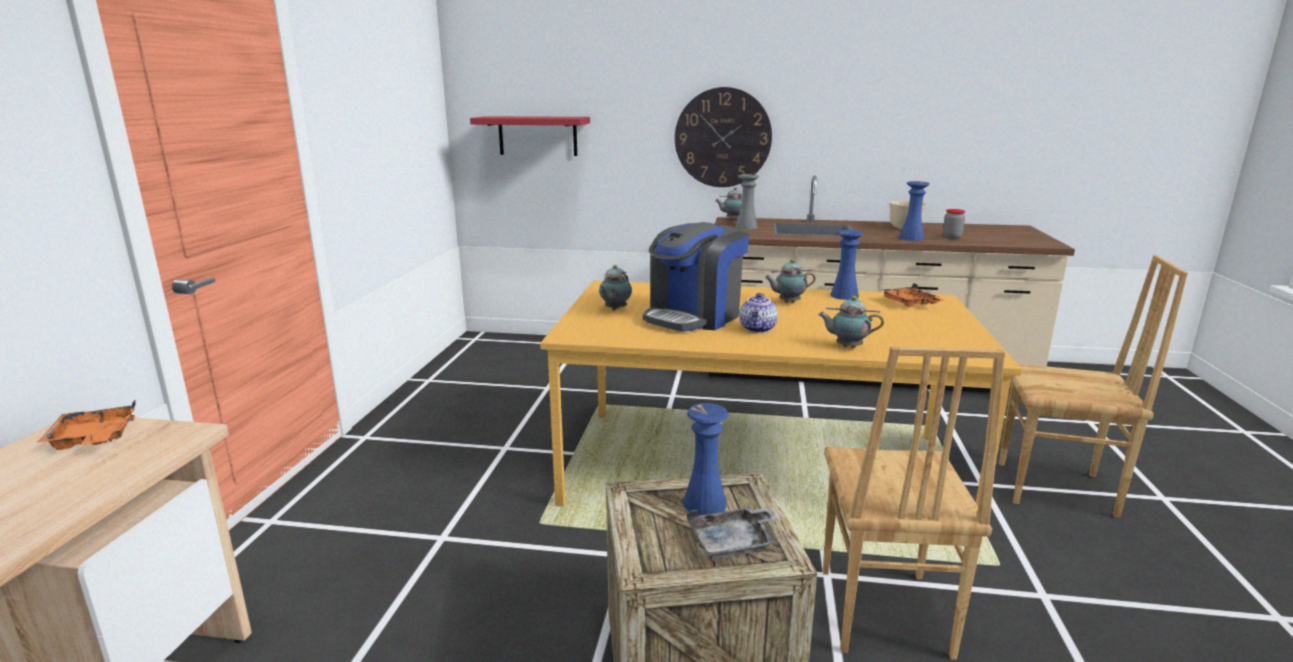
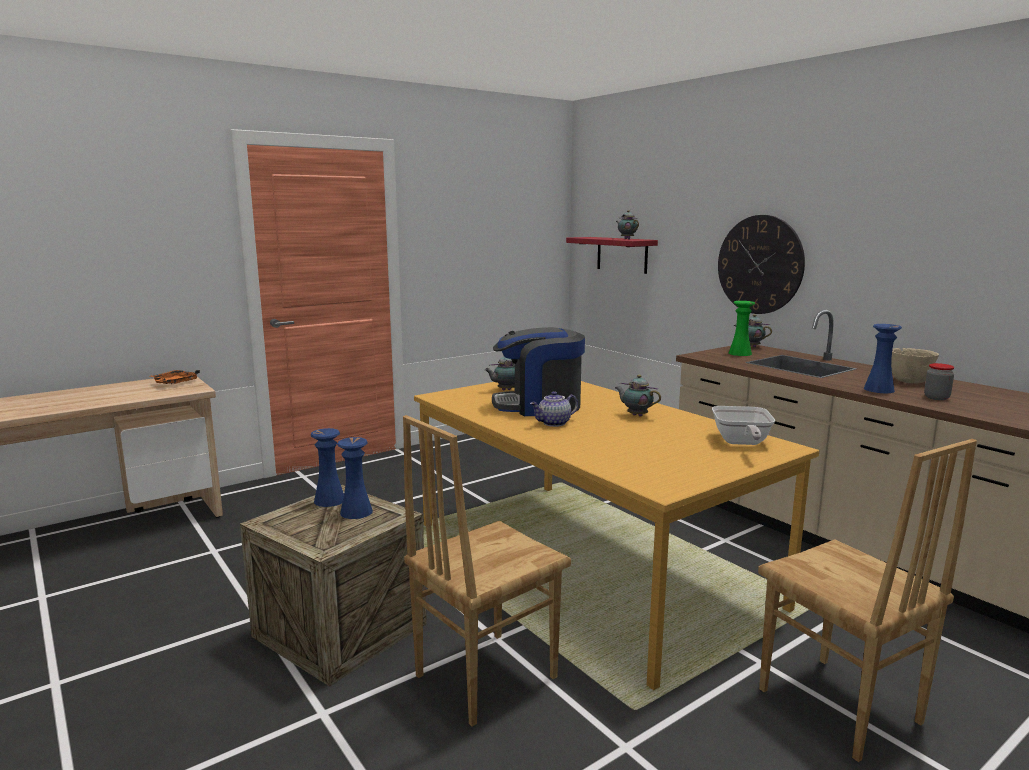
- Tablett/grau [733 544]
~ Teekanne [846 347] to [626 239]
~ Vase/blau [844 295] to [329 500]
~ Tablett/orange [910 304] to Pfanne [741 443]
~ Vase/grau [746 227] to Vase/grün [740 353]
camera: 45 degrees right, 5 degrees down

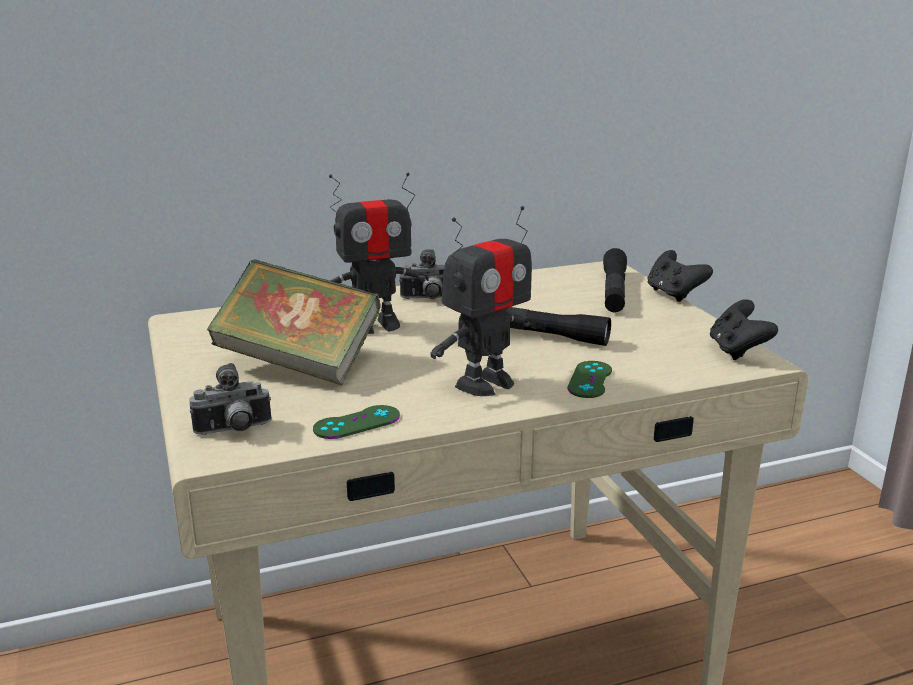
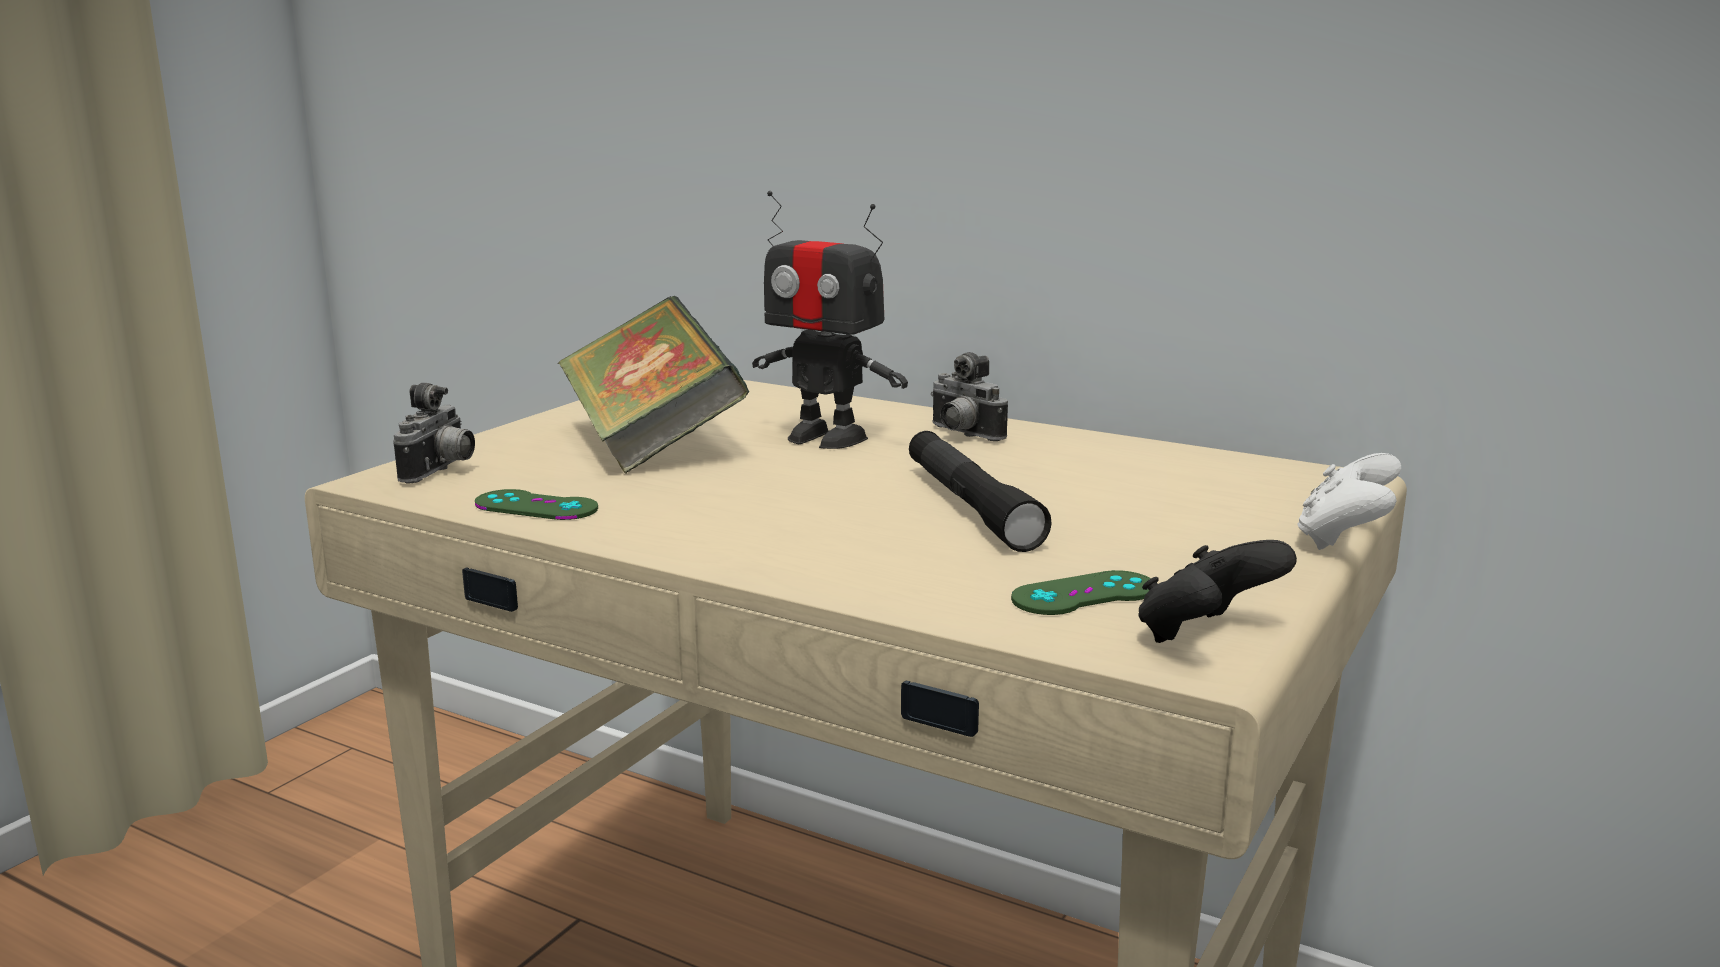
- Spielzeugroboter [485 383]
- Taschenlampe/schwarz [614 291]
~ Gamepad/grün [590 380] to [1084 594]
~ Gamepad/schwarz [674 294] to Gamepad/weiß [1343 540]
~ Kamera [234 431] = [441 471] 105 degrees counterclockwise
camera: 50 degrees right, 5 degrees down

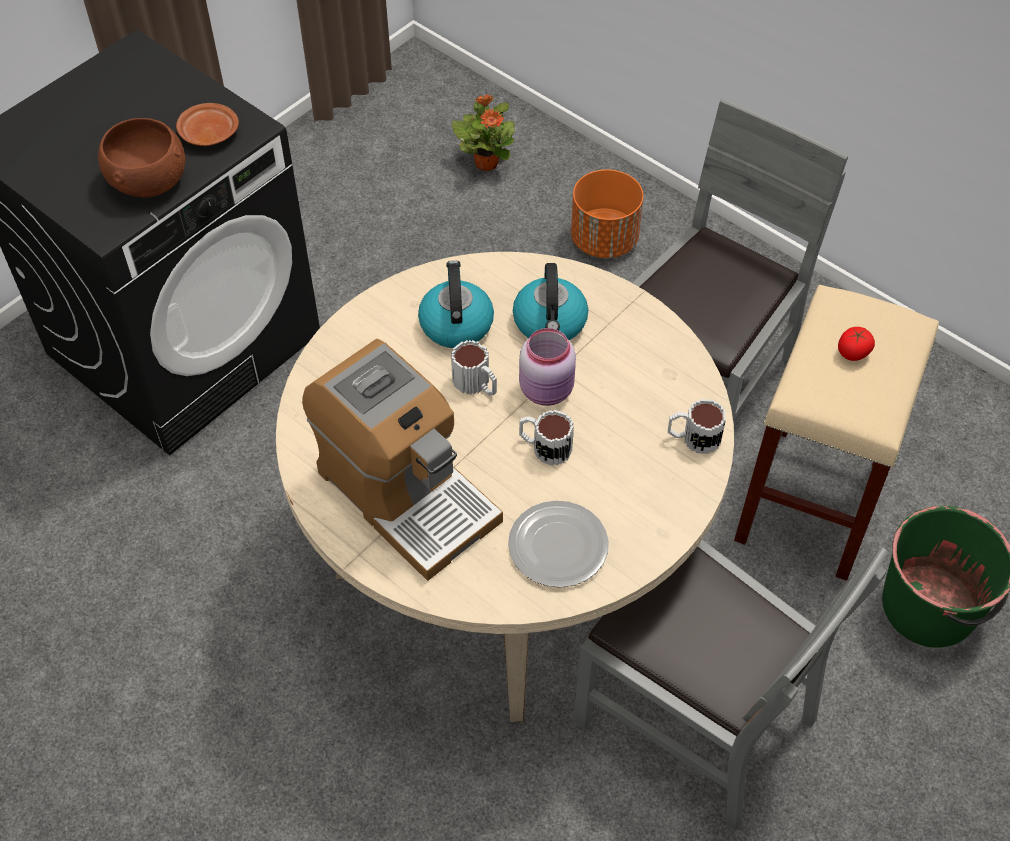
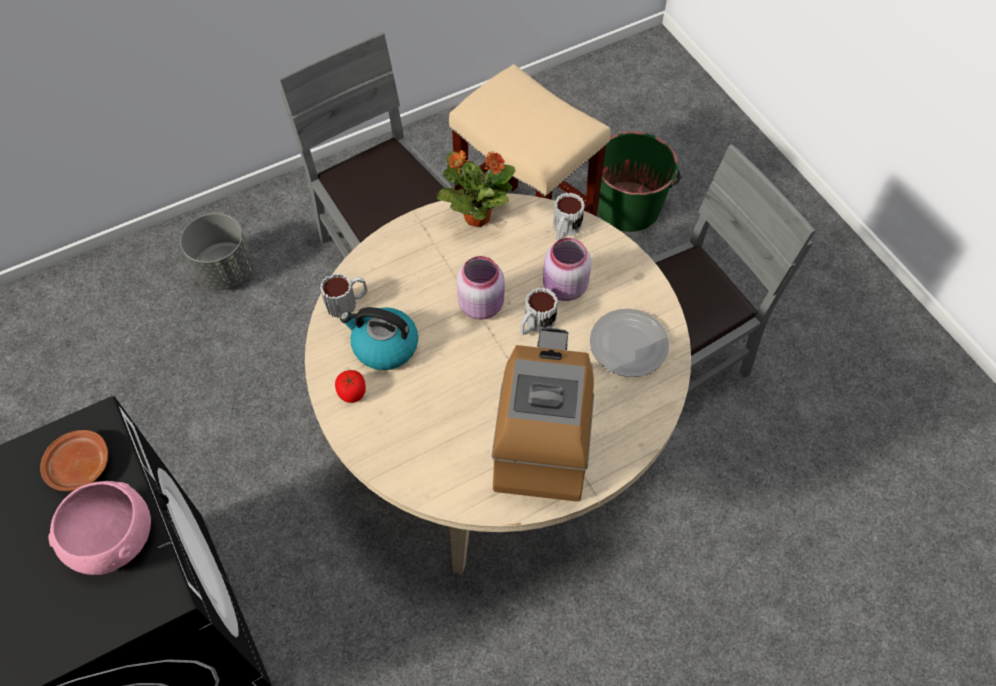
- Wasserkessel [550 323]
+ Vorratsglas/rosa [564 288]
~ Topfpflanze [486 162] to [476 216]
~ Henkelbecher [476 384] to [347 302]
~ Tomate [853 353] to [352 392]
~ Schüssel/braun [148 180] to Schüssel/rosa [112 538]
~ Pflanzkübel/orange [604 240] to Pflanzkübel/grau [225 270]
~ Kaffeemaschine [406 494] = [543 433] 60 degrees counterclockwise
camera: 70 degrees left, 5 degrees up

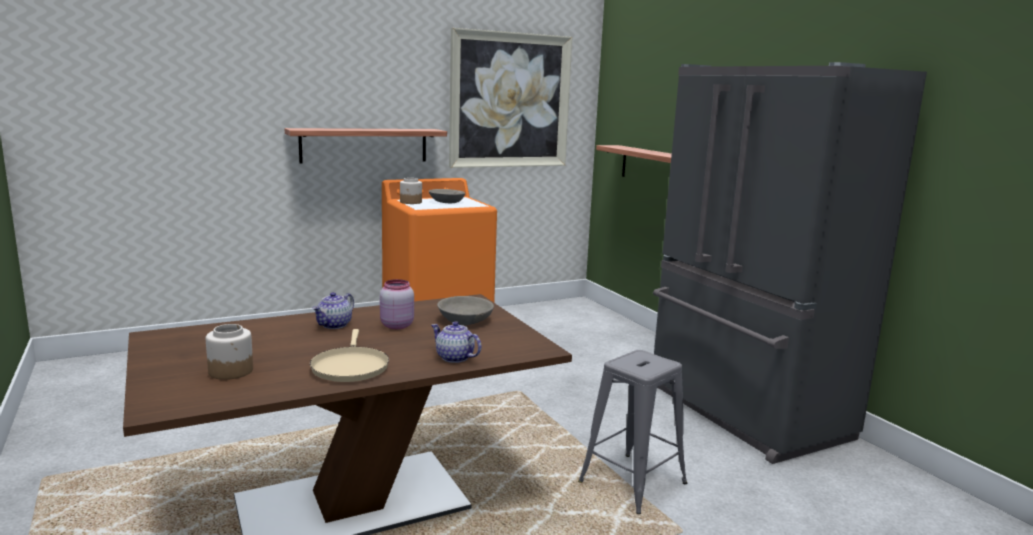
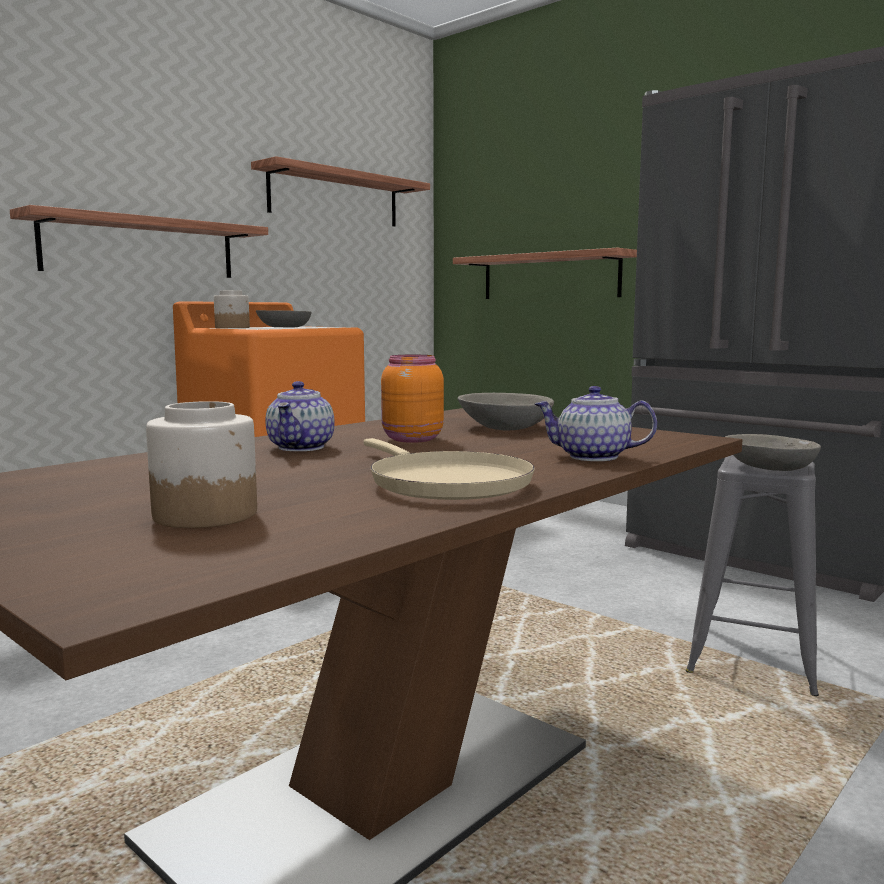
+ Schüssel/grau [769 467]
~ Bild [510 101] to Wandregal [335 197]
~ Vorratsglas/rosa [396 325] to Vorratsglas/orange [410 439]
camera: 20 degrees left, 5 degrees down

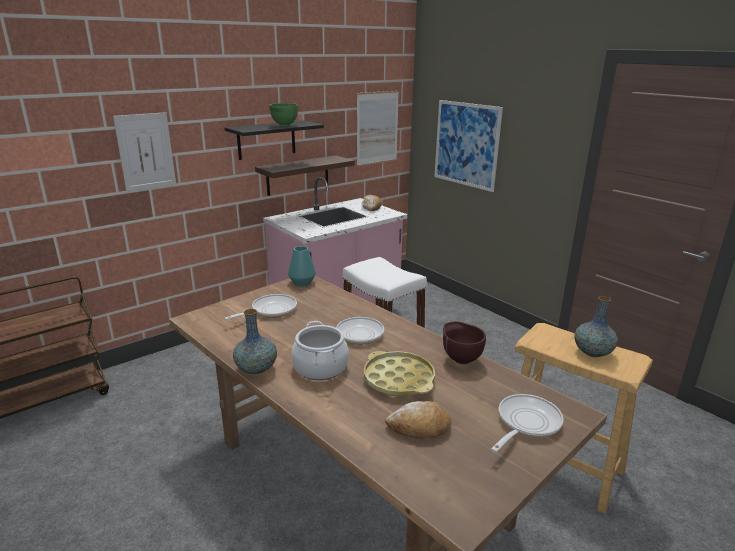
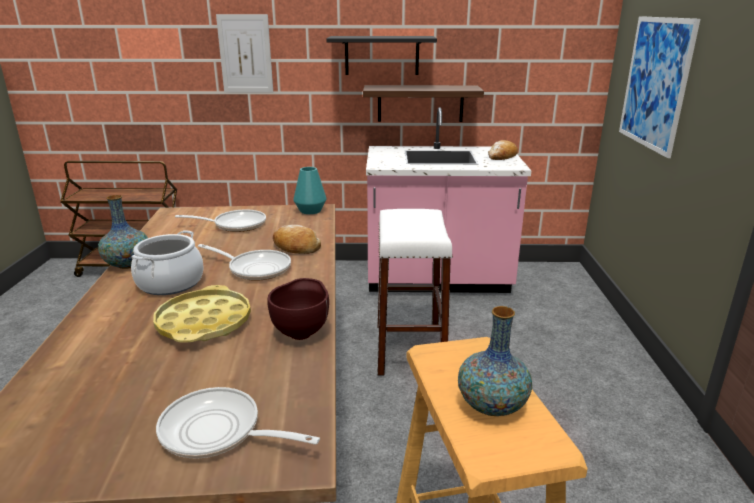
- Schüssel/grün [283 126]
- Bild [377 128]
~ Brot [419 427] to [296 247]
~ Pfanne [525 423] = [218 432] 150 degrees counterclockwise
camera: 40 degrees right, 0 degrees up

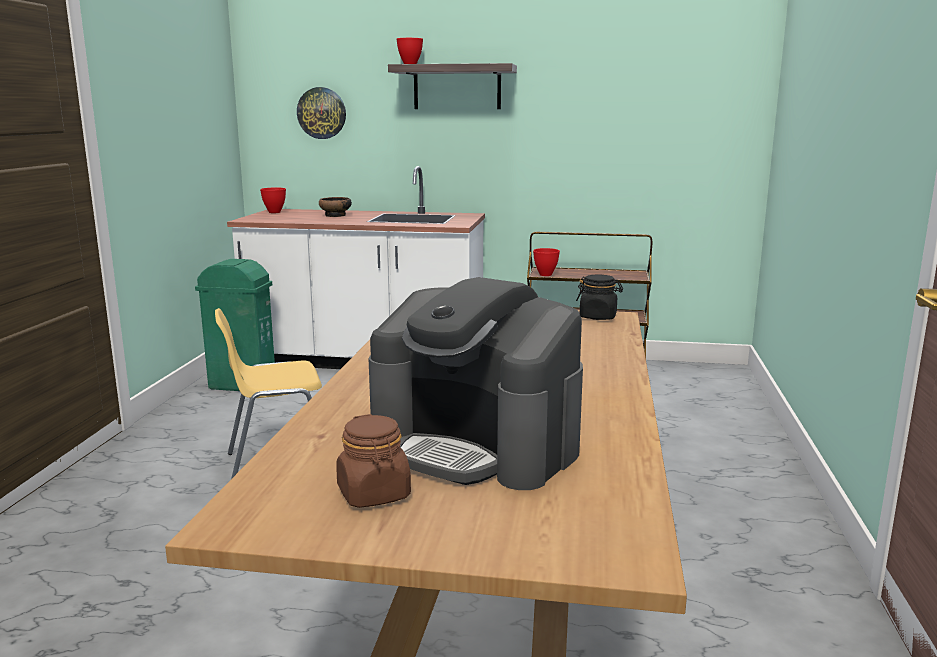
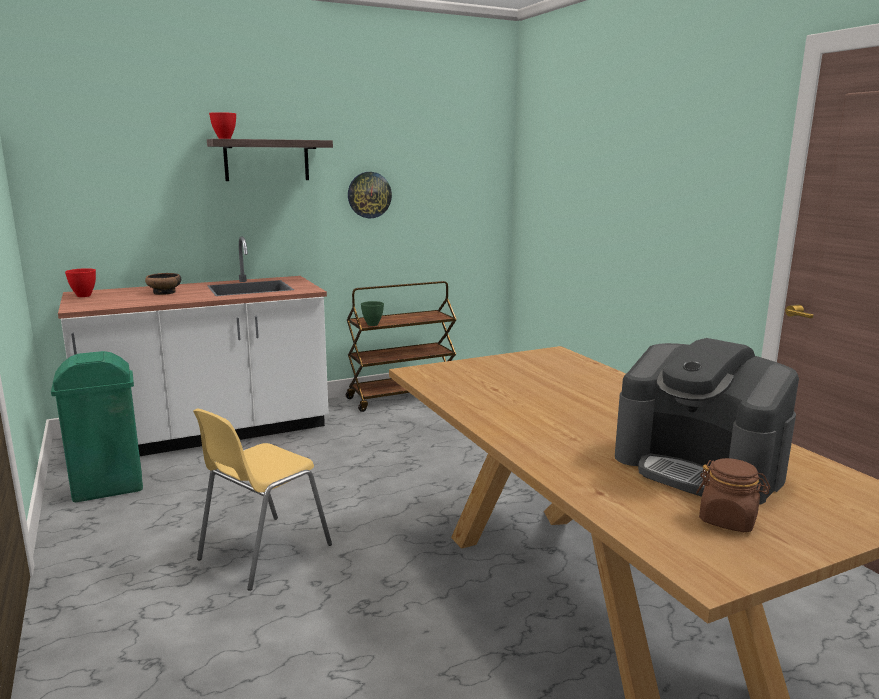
- Vorratsglas/schwarz [598 317]
~ Wanduhr [321 113] to [369 195]
~ Schüssel/rot [546 275] to Schüssel/grün [373 324]
~ Kaffeemaschine [477 445] = [699 467] 45 degrees clockwise
camera: 35 degrees left, 0 degrees up

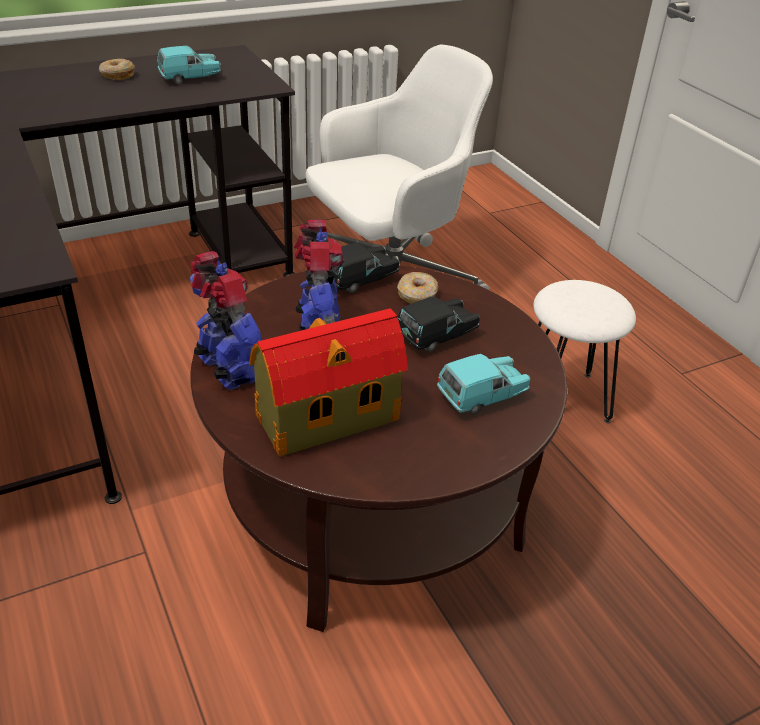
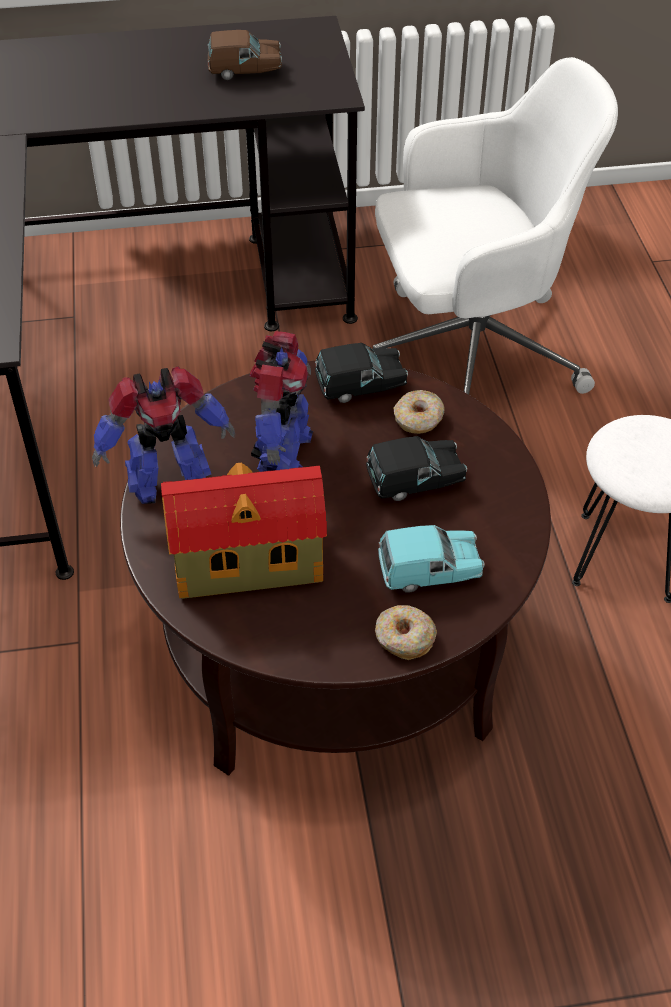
~ Donut [117 75] to [404 638]
~ Spielzeugauto/türkis [190 78] to Spielzeugauto/braun [245 70]
~ Spielzeugroboter [228 370] = [167 481] 90 degrees clockwise
camera: 20 degrees right, 10 degrees up

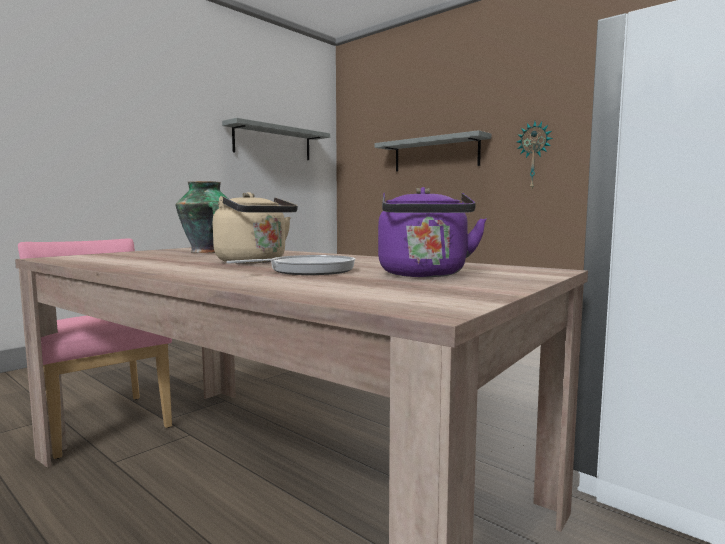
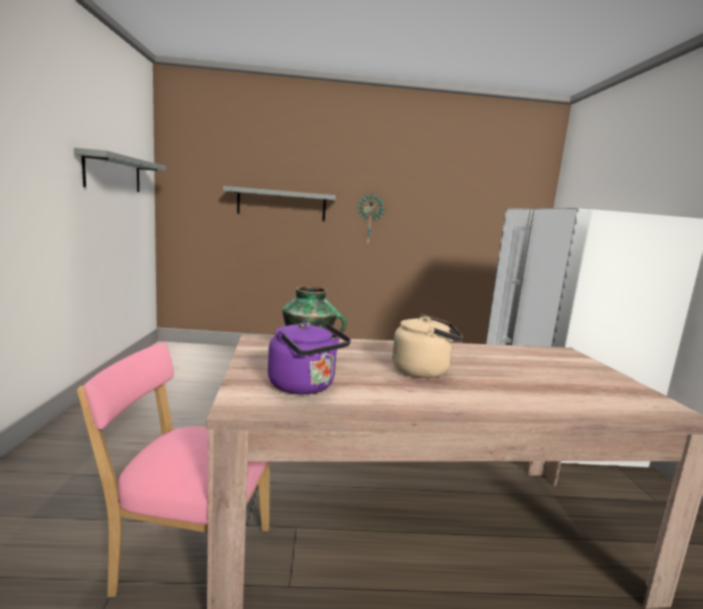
- Pfanne [307 271]
~ Wasserkessel/lila [424 275] to [305 386]
camera: 45 degrees left, 5 degrees up

